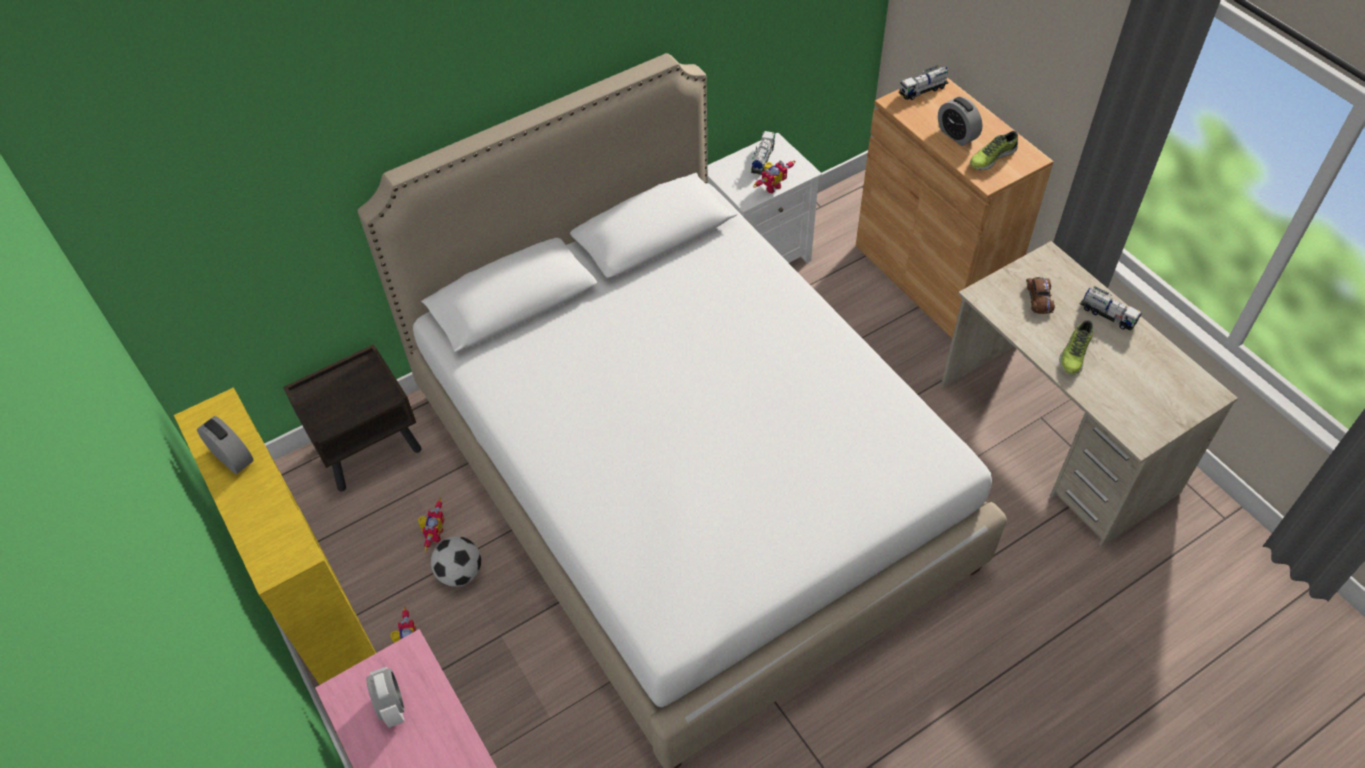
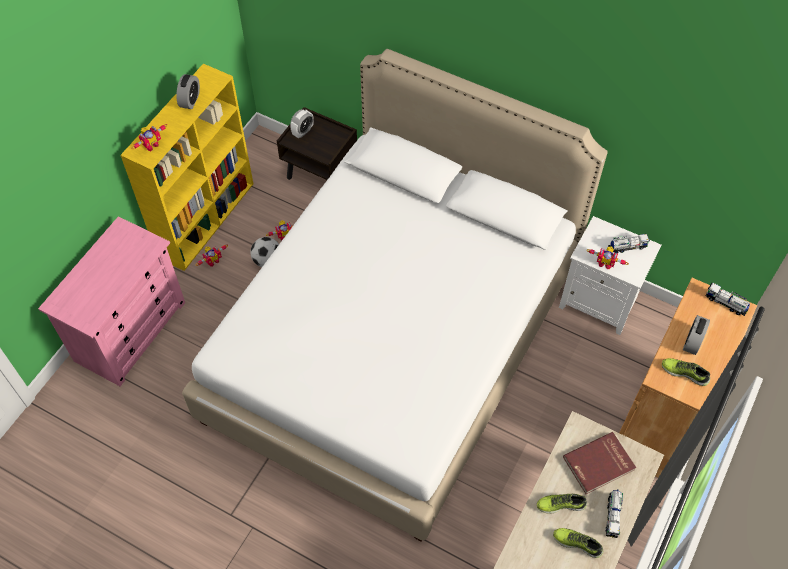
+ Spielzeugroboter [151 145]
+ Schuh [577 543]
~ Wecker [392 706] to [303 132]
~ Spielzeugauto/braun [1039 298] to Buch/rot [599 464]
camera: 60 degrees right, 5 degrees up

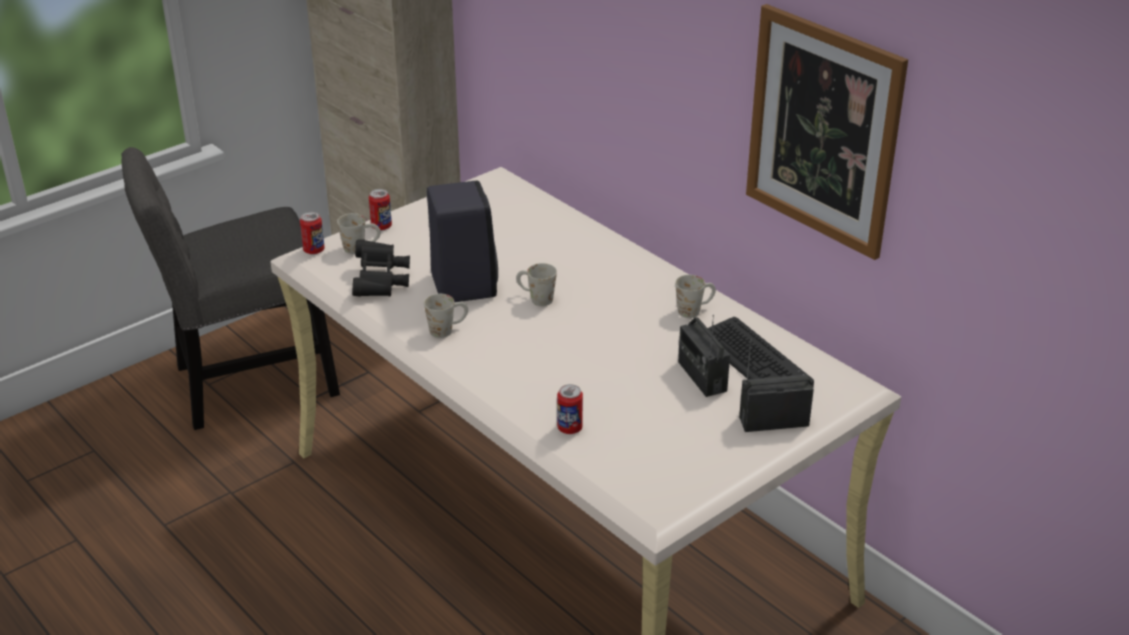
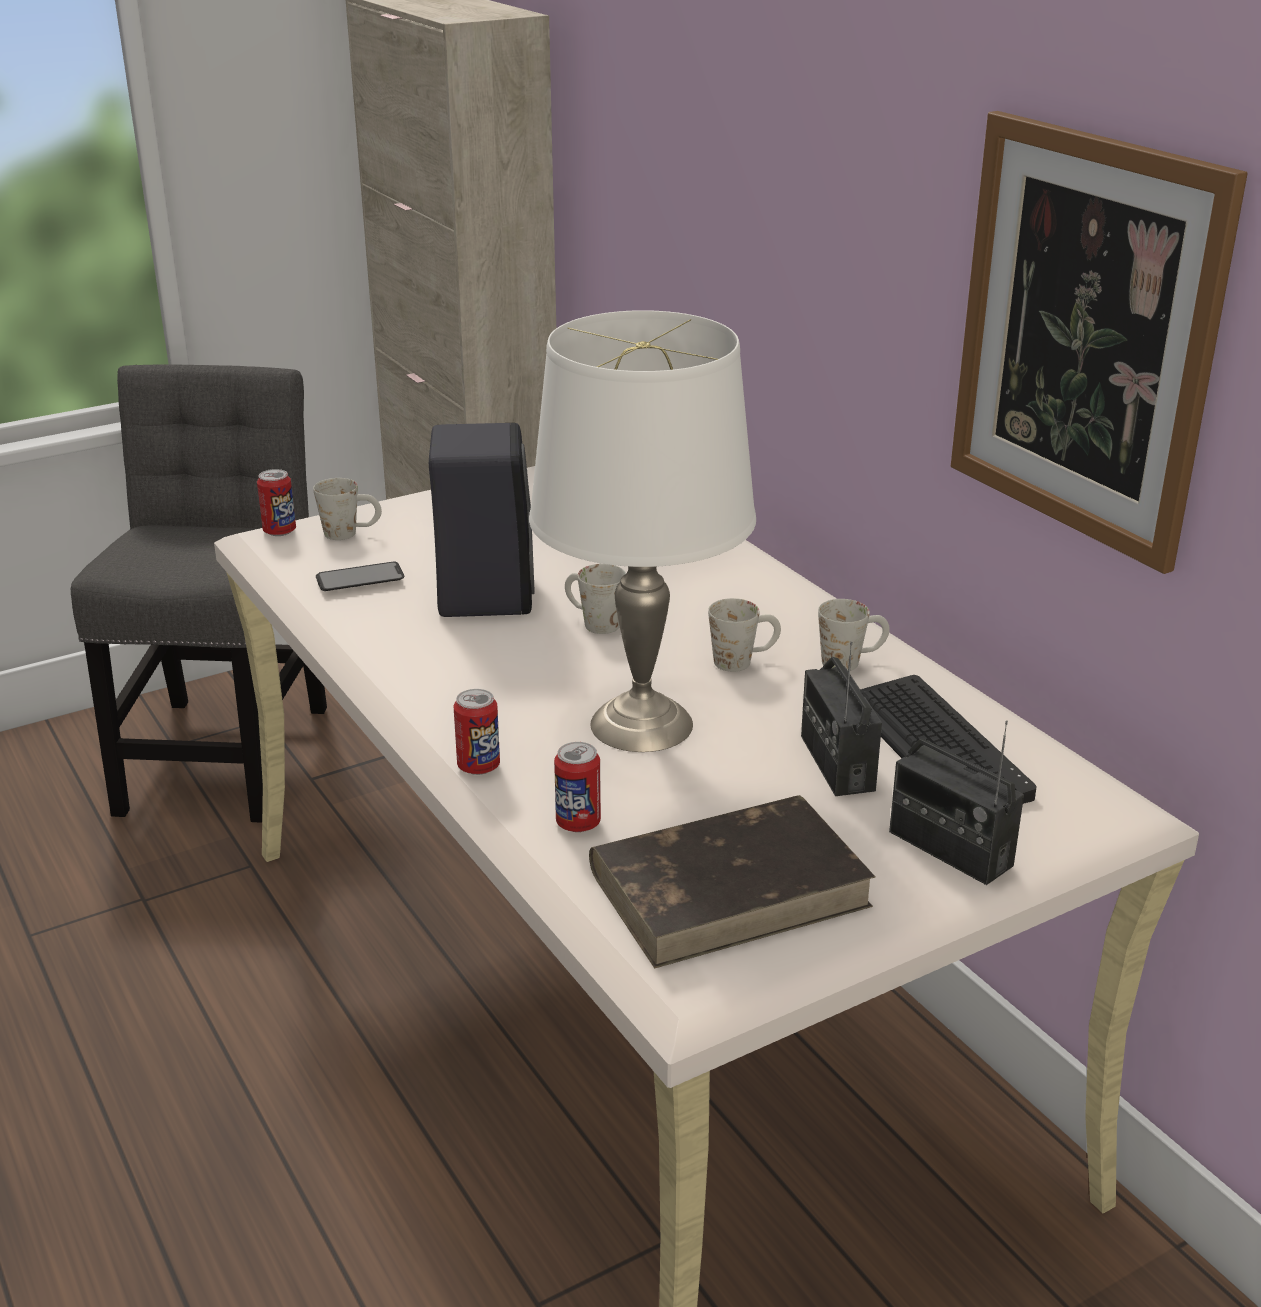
+ Tischlampe/weiß [642 723]
+ Buch/braun [731 887]
~ Dose [381 227] to [478 766]
~ Henkelbecher/weiß [447 329] to [743 661]
~ Fernglas/schwarz [381 282] to Handy [360 580]
~ Stuhl/grau [247 384] = [226 750] 105 degrees clockwise
~ Radio [773 421] = [949 849] 135 degrees counterclockwise
camera: 10 degrees right, 5 degrees down

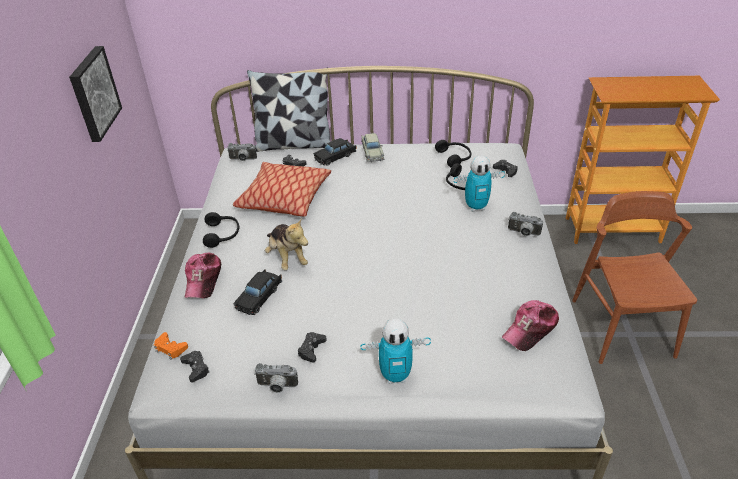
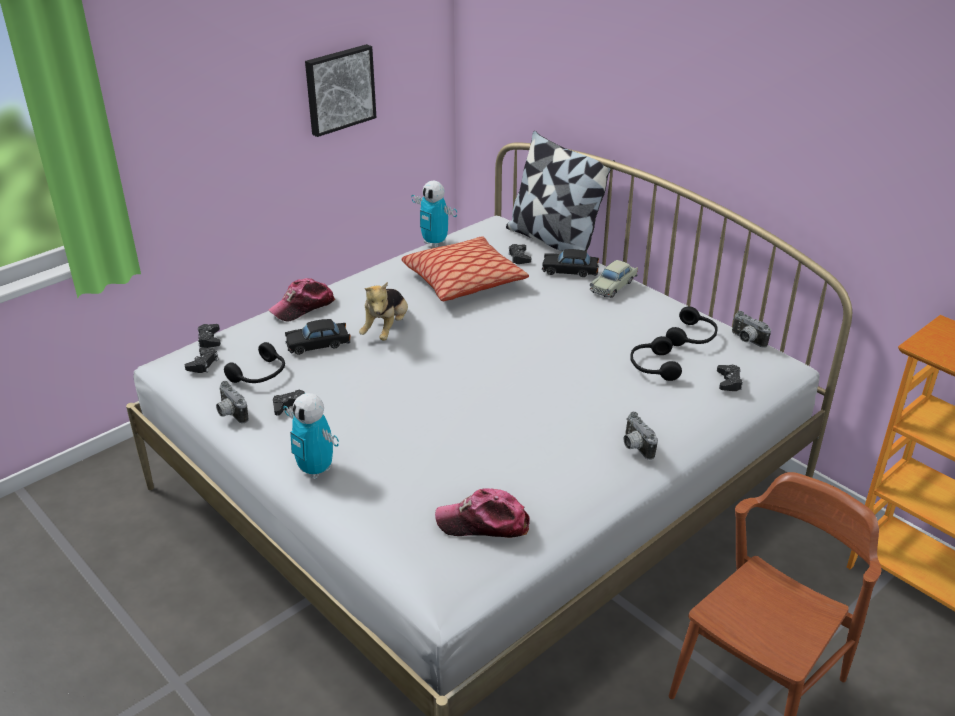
~ Kopfhörer/schwarz [223 234] to [260 375]
~ Kamera [242 159] to [746 340]
~ Spielzeugroboter [476 207] to [434 242]
~ Gamepad/orange [170 348] to Gamepad/schwarz [209 339]
camera: 45 degrees right, 5 degrees down

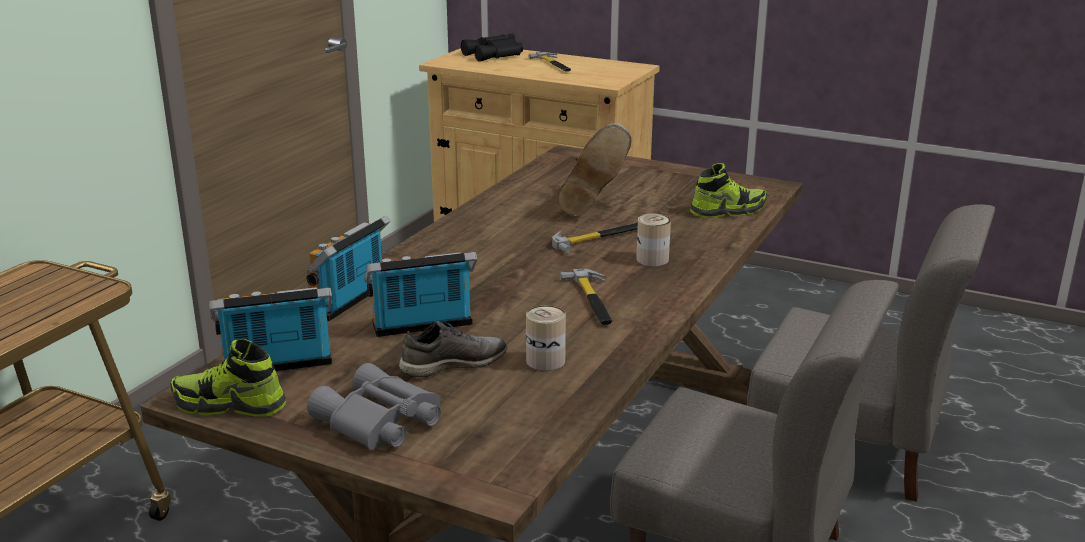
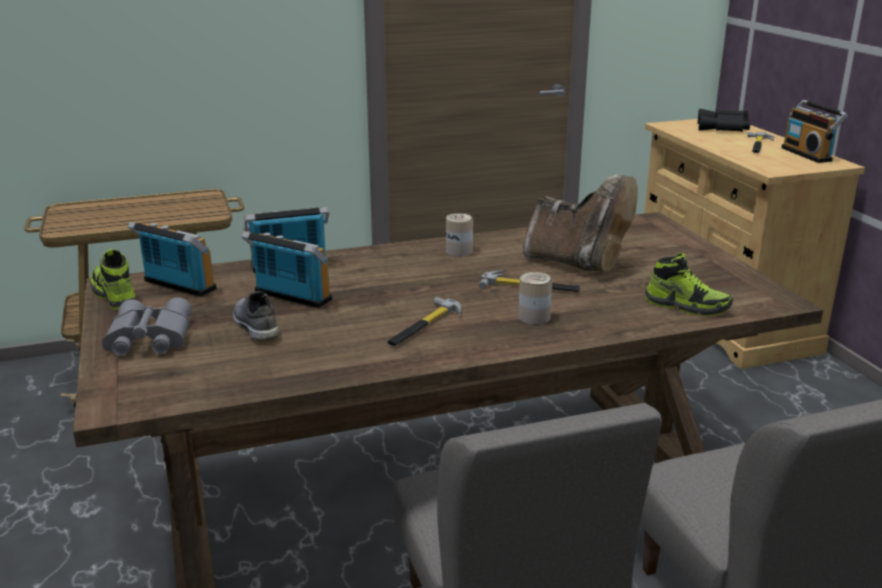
+ Radio [808 154]
~ Dose [545 360] to [459 251]
~ Schuh/grau [453 364] = [255 326] 135 degrees counterclockwise
~ Stiefel/braun [591 207] = [577 264] 105 degrees counterclockwise
camera: 45 degrees right, 0 degrees up

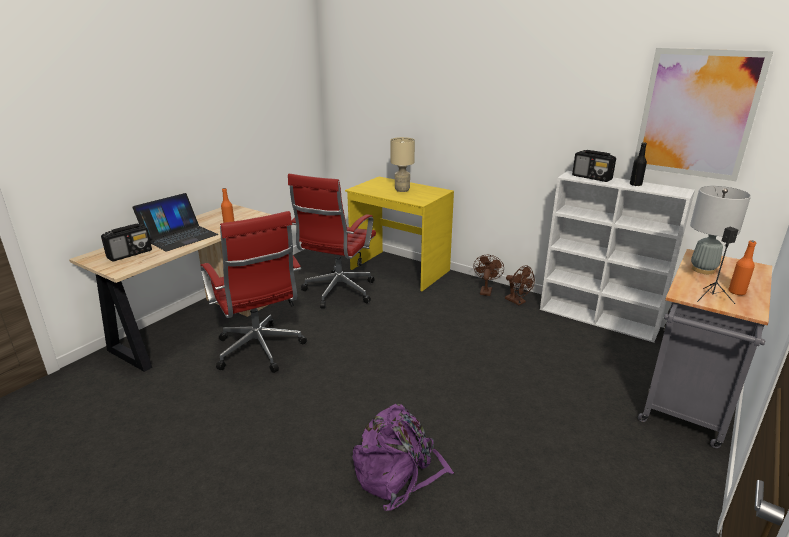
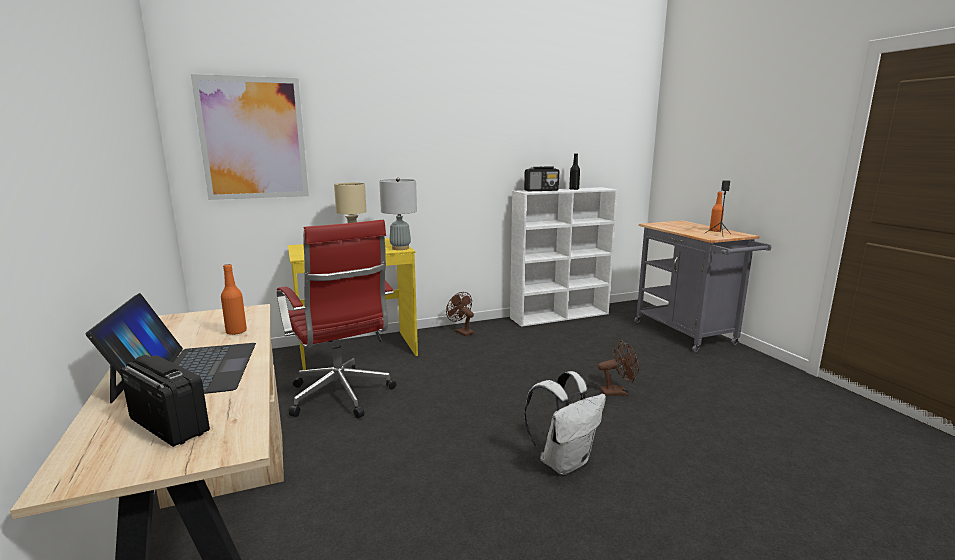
- Bürostuhl/rot [260 351]
- Rucksack/lila [399 474]
+ Rucksack/weiß [564 461]
~ Ventilator/braun [517 301] to [618 392]
~ Bild [696 114] to [253 139]
~ Tischlampe/grau [702 269] to [400 248]
~ Radio [130 254] = [168 425] 45 degrees counterclockwise
camera: 55 degrees left, 10 degrees down

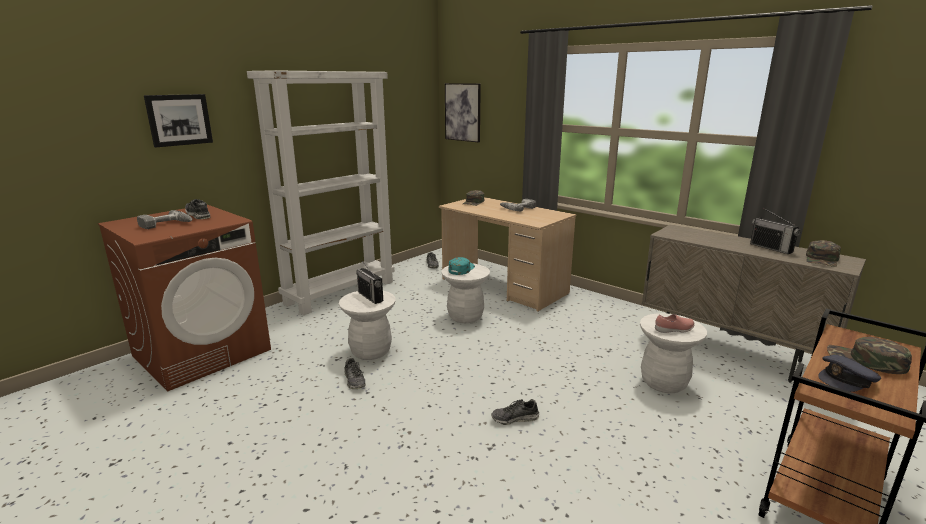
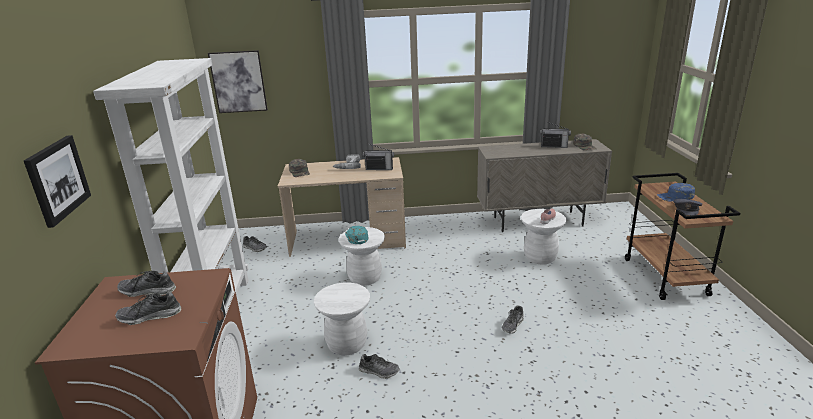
~ Radio [370 297] to [379 169]
~ Bohrmaschine [167 225] to Schuh [150 316]
~ Kappe/grün [865 360] to Kappe/blau [675 197]
camera: 45 degrees left, 5 degrees up

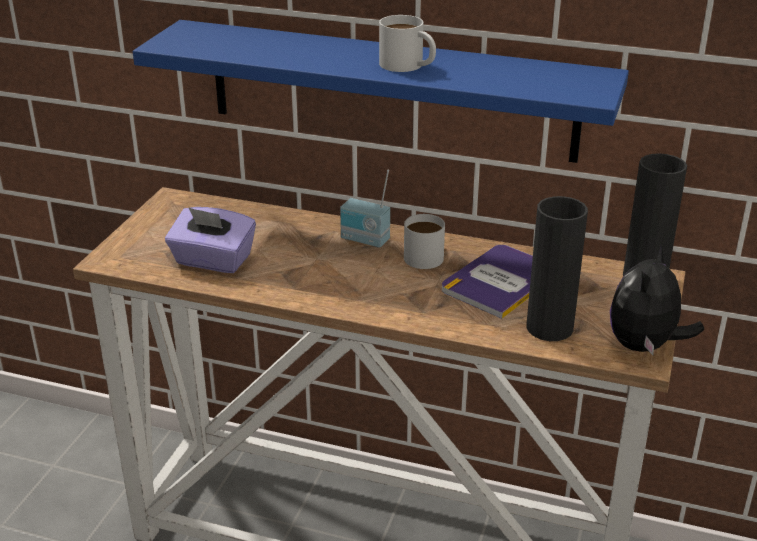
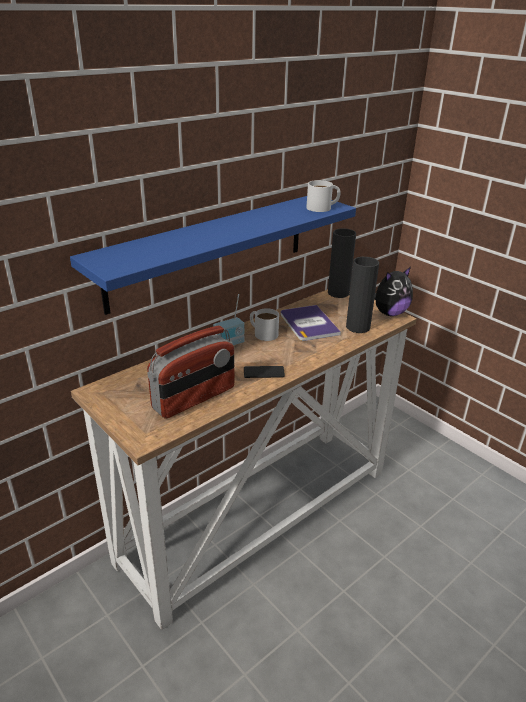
+ Handy [264 372]
~ Henkelbecher/weiß [408 66] to [323 207]
~ Taschentuchbox/lila [213 261] to Radio [194 398]
~ Plüschtier [645 346] = [389 313] 90 degrees counterclockwise
camera: 60 degrees left, 0 degrees up

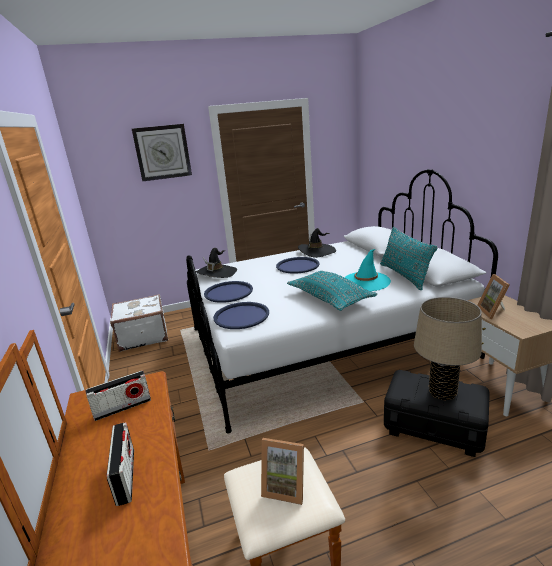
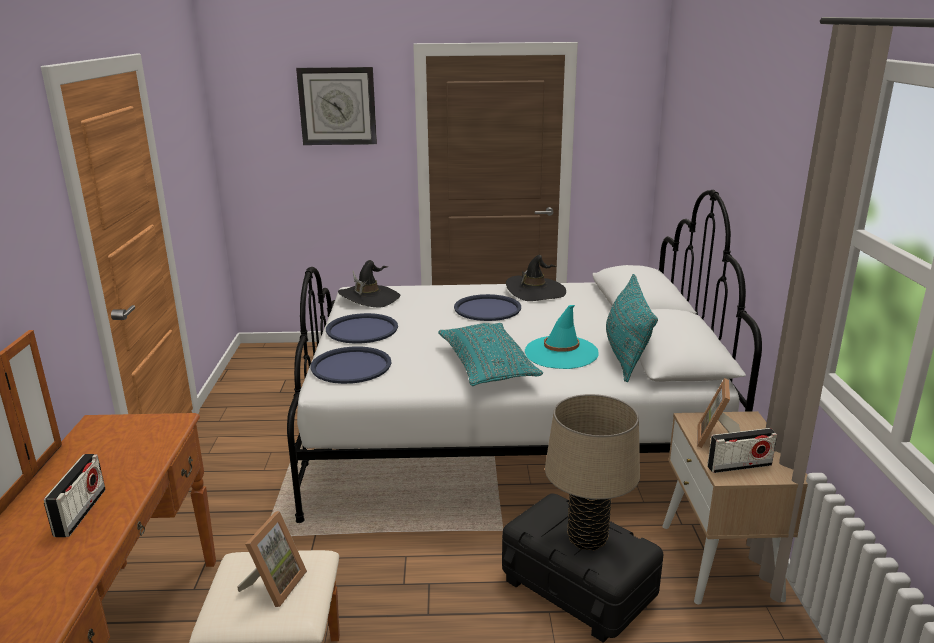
- Koffer/weiß [143 336]
~ Radio [122 407] to [739 466]
~ Bilderrahmen [285 486] = [274 585] 105 degrees counterclockwise
camera: 15 degrees right, 0 degrees up

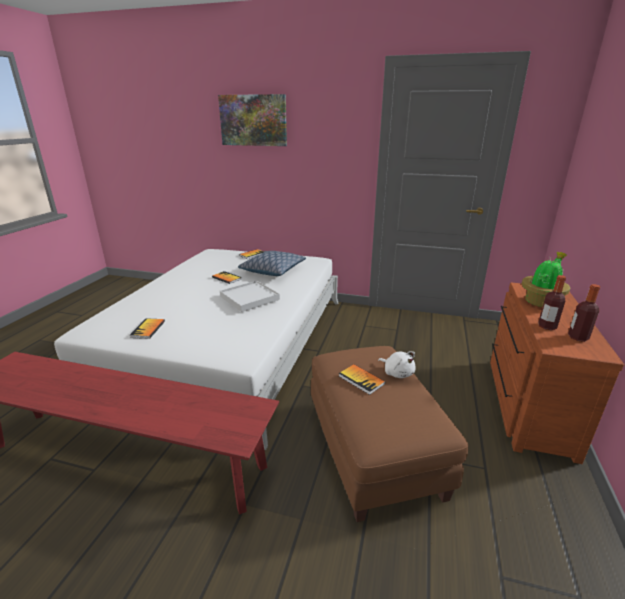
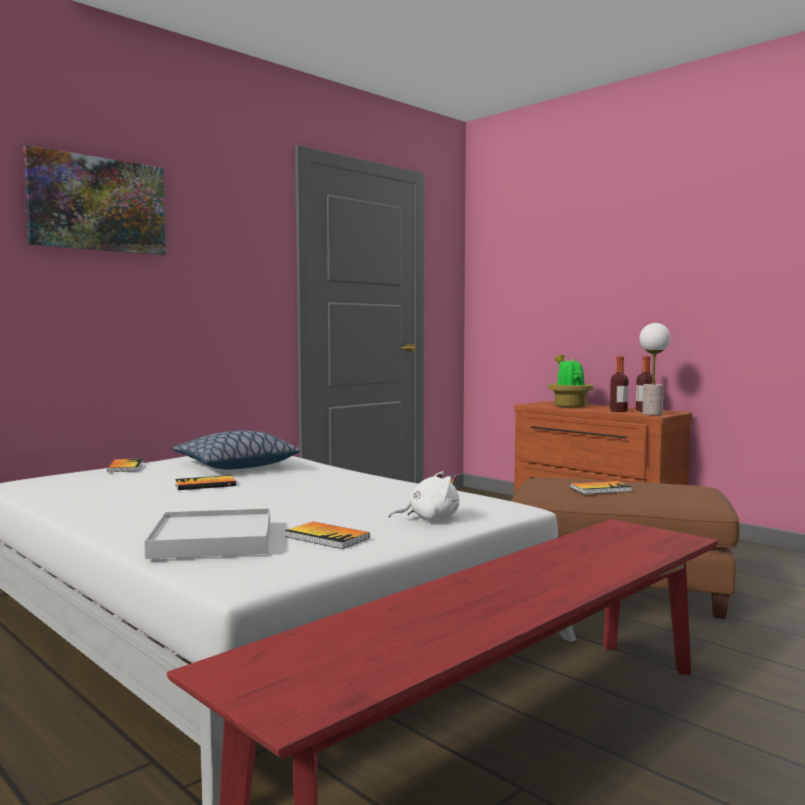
+ Tischlampe [652 414]
~ Tablett/weiß [249 298] to [212 540]
~ Plüschtier/weiß [397 373] to [429 519]
camera: 60 degrees left, 20 degrees down

